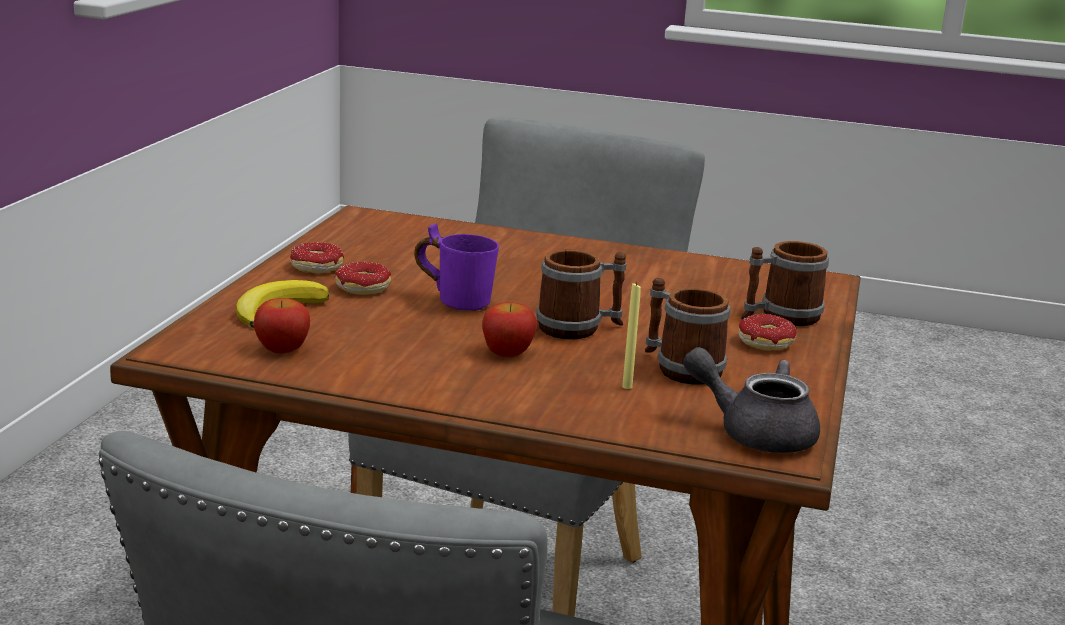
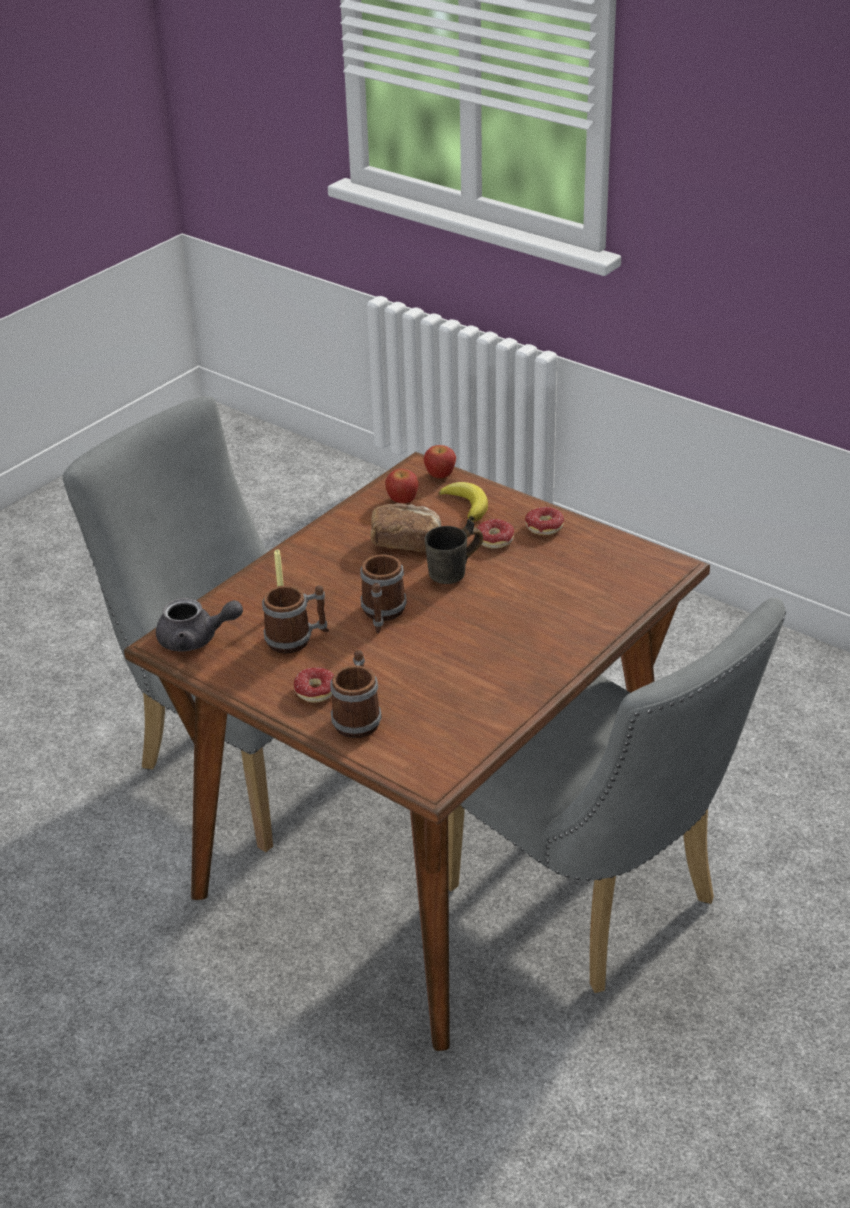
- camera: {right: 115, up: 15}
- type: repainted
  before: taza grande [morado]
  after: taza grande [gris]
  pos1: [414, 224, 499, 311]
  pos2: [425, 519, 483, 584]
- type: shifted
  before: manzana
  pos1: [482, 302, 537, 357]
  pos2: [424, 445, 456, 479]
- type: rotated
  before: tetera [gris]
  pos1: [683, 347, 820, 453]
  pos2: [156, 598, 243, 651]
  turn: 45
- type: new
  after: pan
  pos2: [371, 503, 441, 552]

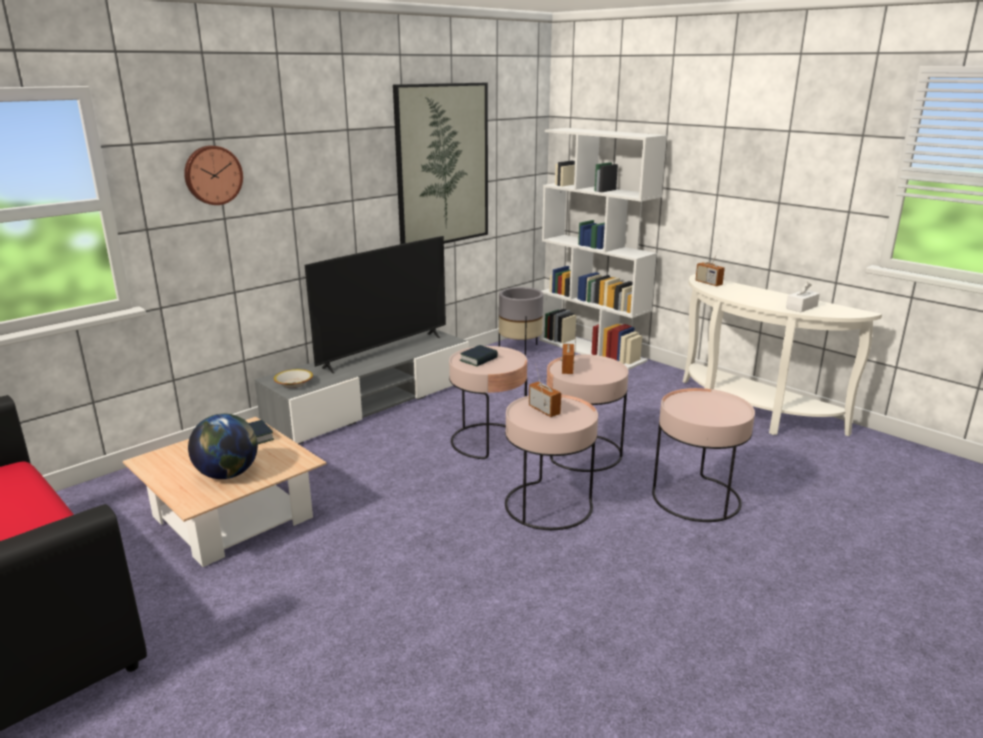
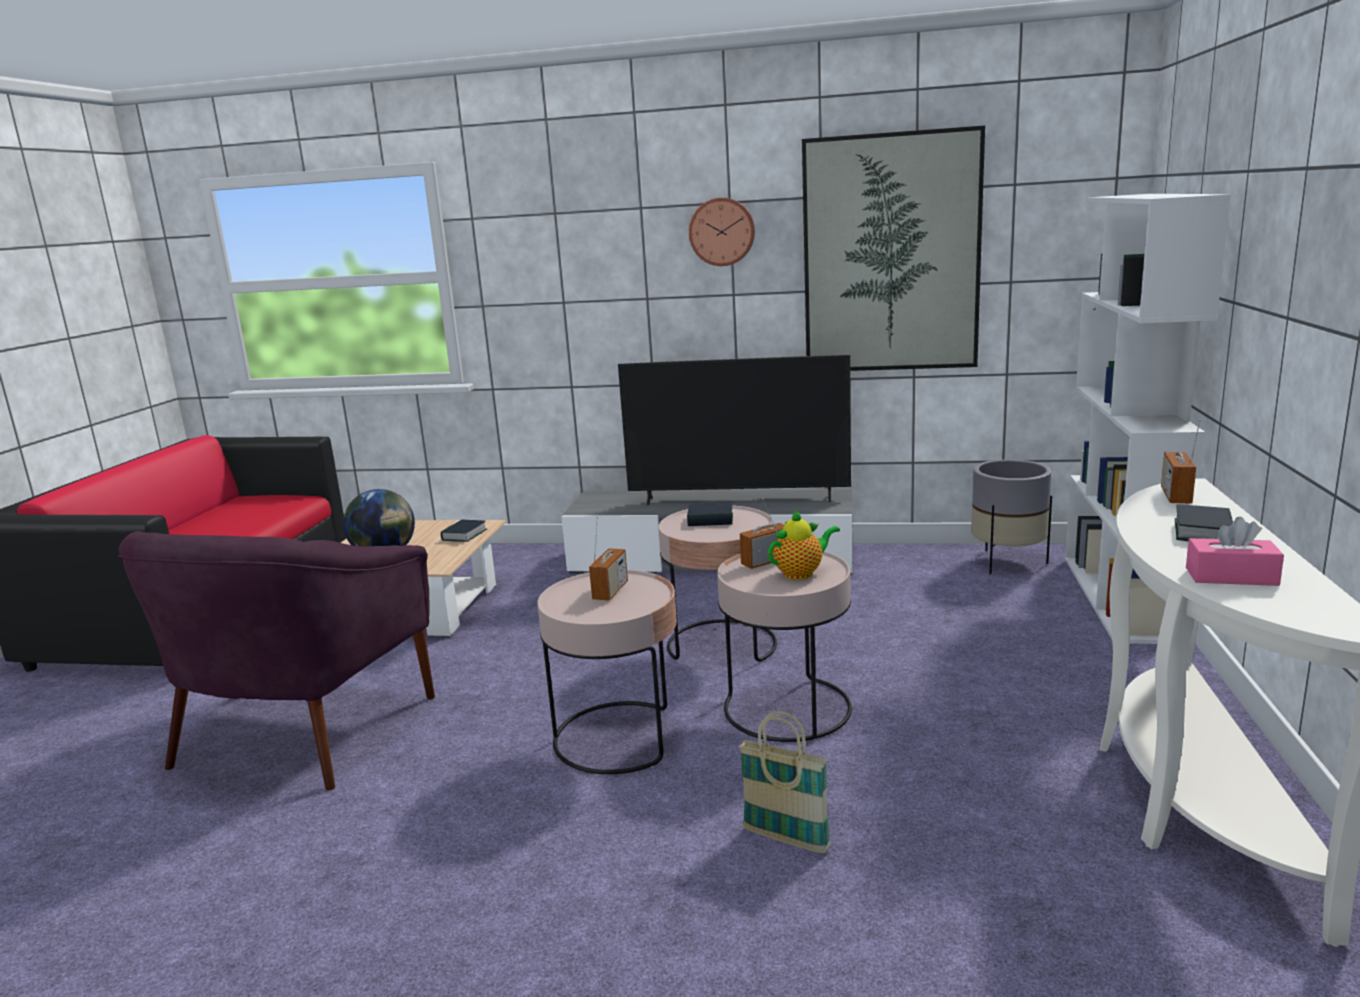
- camera: {right: 55, up: -5}
- type: shifted
  before: reloj de pared
  pos1: [184, 145, 243, 205]
  pos2: [689, 198, 755, 266]
- type: gone
  before: cuenco
  pos1: [274, 369, 313, 388]
- type: swapped
  before: mesa auxiliar [rosa]
  after: cesta
  pos1: [652, 388, 755, 522]
  pos2: [739, 711, 831, 853]
- type: repainted
  before: caja de pañuelos [blanco]
  after: caja de pañuelos [rosa]
  pos1: [786, 282, 820, 312]
  pos2: [1186, 517, 1284, 586]
- type: new
  after: sillón [morado]
  pos2: [118, 531, 435, 791]
- type: new
  after: tetera
  pos2: [768, 510, 840, 580]
- type: new
  after: libro
  pos2: [1175, 504, 1233, 541]

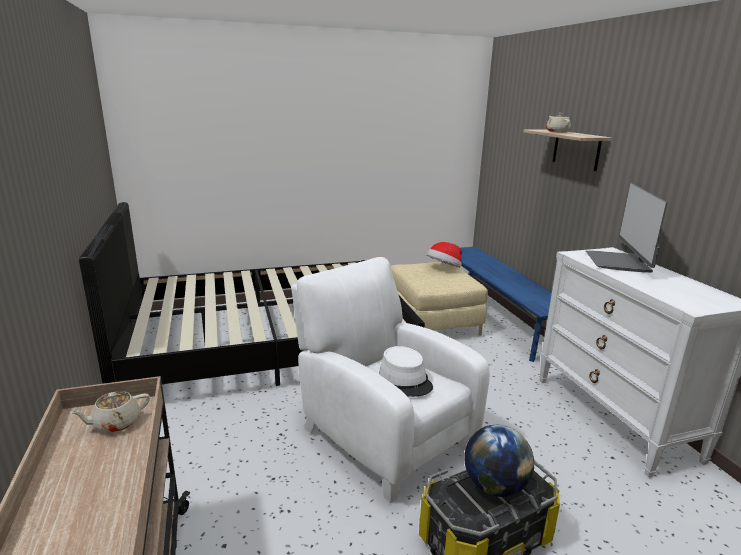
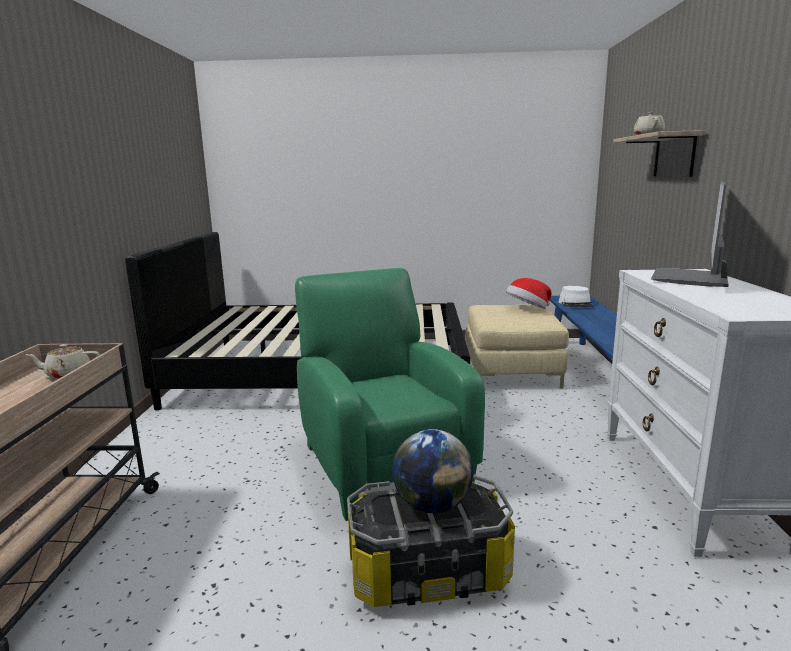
- camera: {right: 20, up: -5}
- type: repainted
  before: sillón [blanco]
  after: sillón [verde]
  pos1: [291, 257, 490, 503]
  pos2: [295, 268, 485, 521]
- type: shifted
  before: sombrero [blanco]
  pos1: [379, 346, 433, 397]
  pos2: [559, 286, 594, 307]

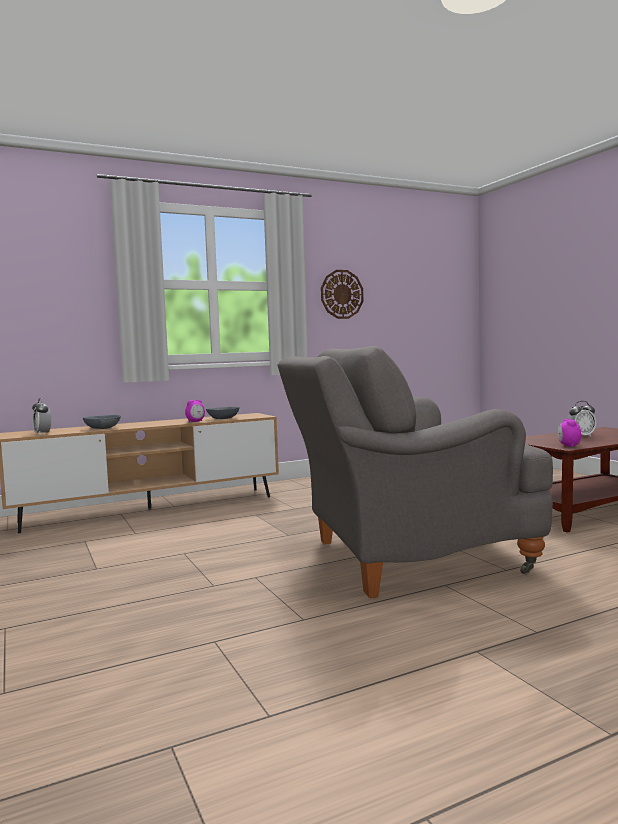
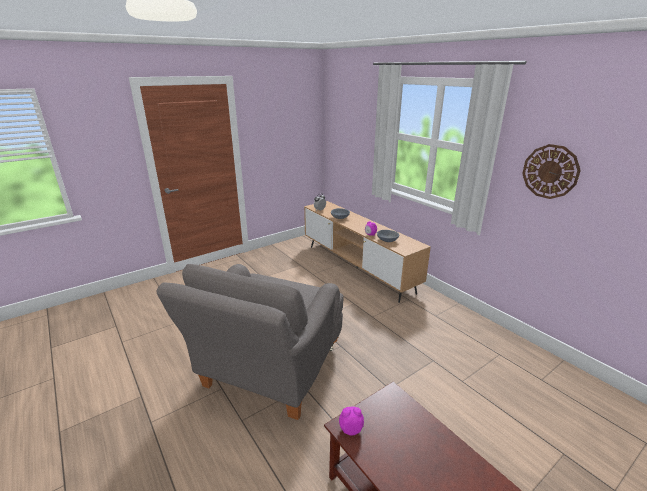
- camera: {right: 80, up: 20}
- type: rotated
  before: sillón [gris]
  pos1: [277, 346, 553, 598]
  pos2: [156, 264, 344, 420]
  turn: -135
- type: gone
  before: despertador
  pos1: [568, 401, 596, 437]

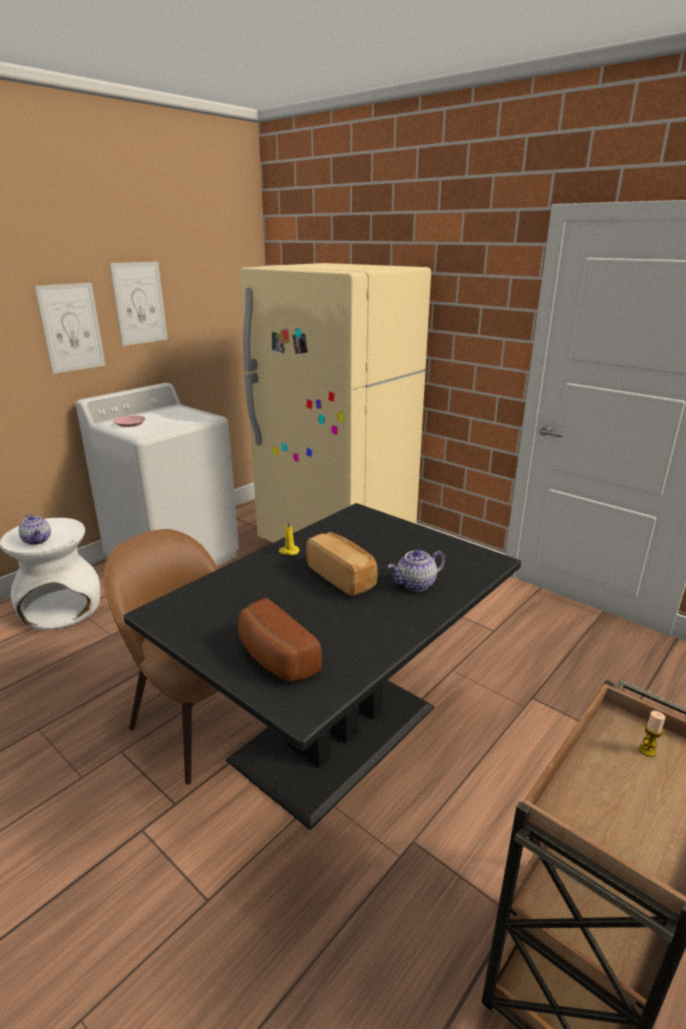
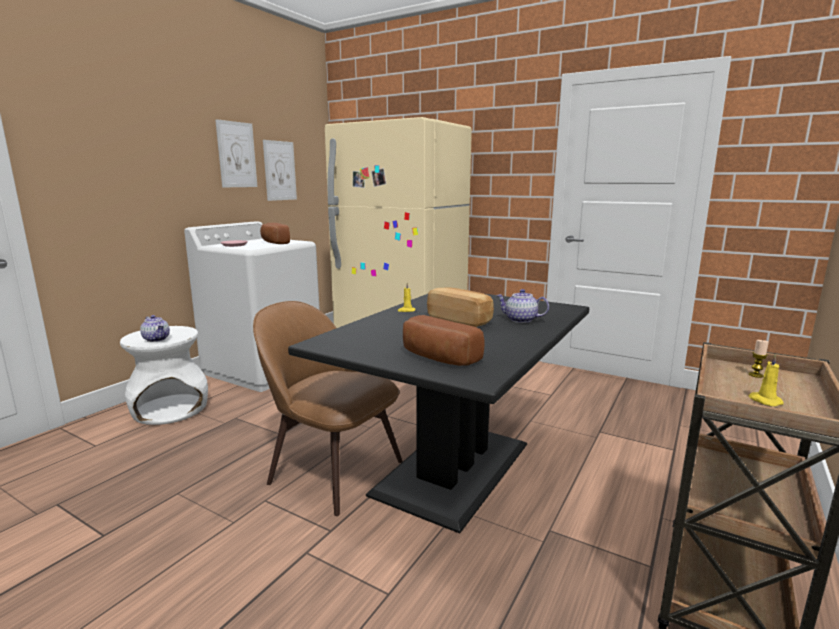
- camera: {right: -10, up: -10}
- type: shifted
  before: cuadro
  pos1: [34, 283, 105, 374]
  pos2: [263, 140, 297, 201]
- type: rotated
  before: tetera
  pos1: [388, 549, 445, 591]
  pos2: [496, 289, 549, 323]
  turn: 60
- type: new
  after: pan
  pos2: [260, 223, 290, 244]
- type: new
  after: vela [amarillo]
  pos2: [748, 354, 784, 406]

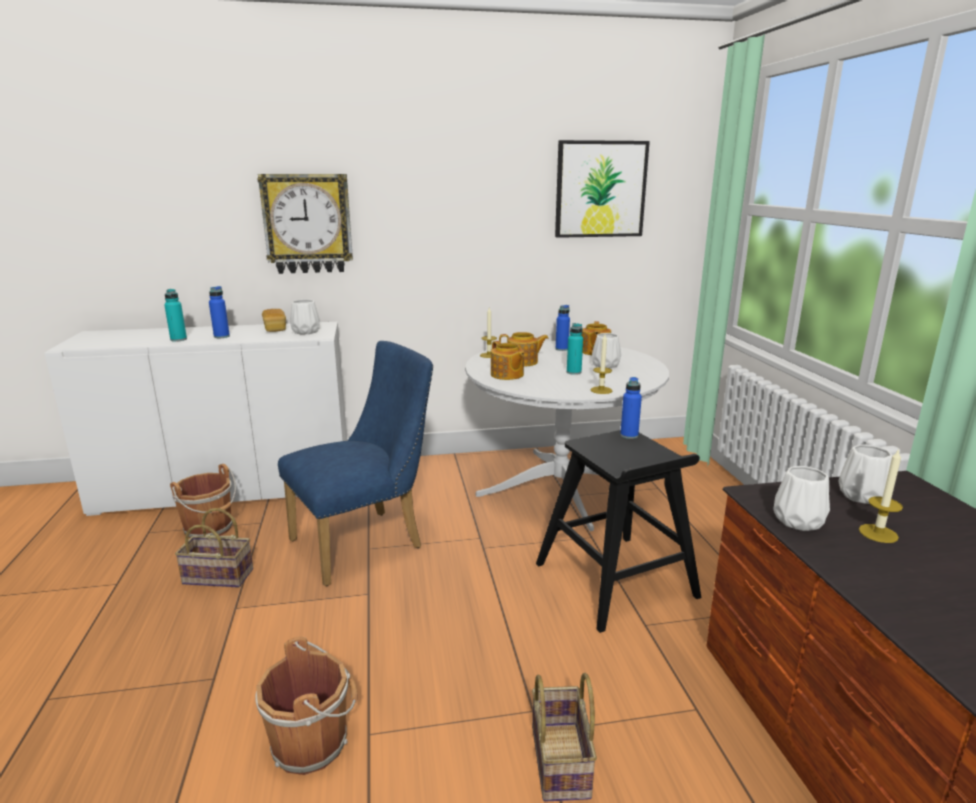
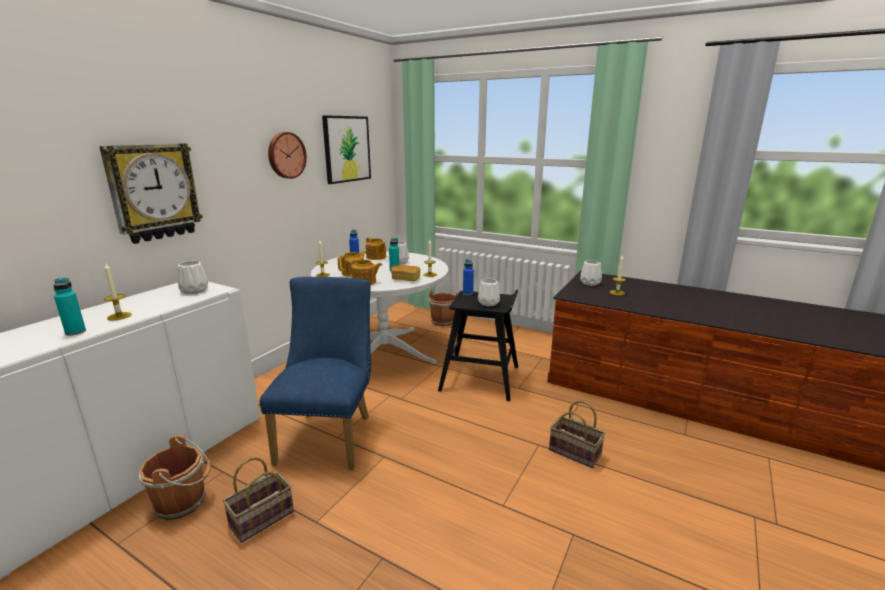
- camera: {right: -50, up: 0}
- type: swapped
  before: botella [azul]
  after: vela
  pos1: [209, 286, 230, 338]
  pos2: [104, 263, 132, 321]
- type: shifted
  before: cubo [marrón]
  pos1: [255, 637, 358, 775]
  pos2: [429, 290, 458, 326]
- type: shifted
  before: pan
  pos1: [262, 309, 286, 332]
  pos2: [391, 265, 420, 281]
- type: shifted
  before: florero [blanco]
  pos1: [773, 466, 830, 531]
  pos2: [478, 279, 500, 306]
- type: new
  after: reloj de pared
  pos2: [268, 132, 307, 179]

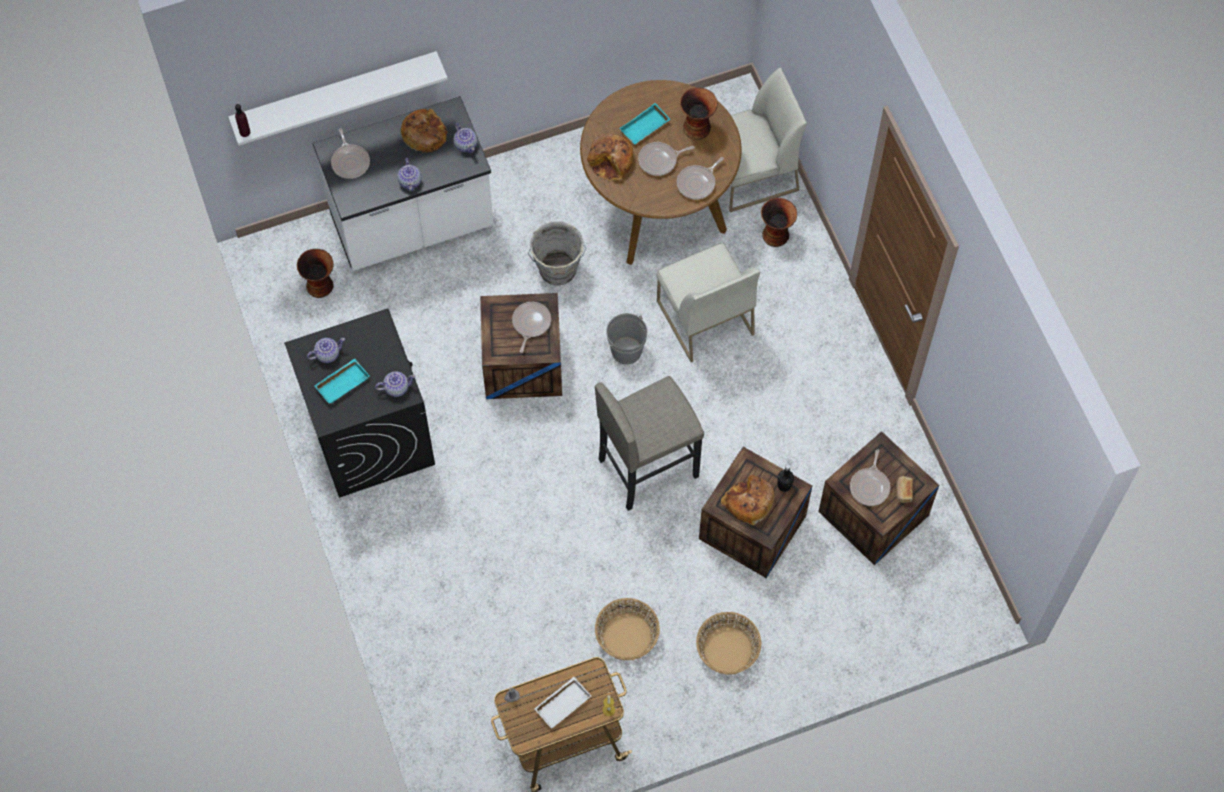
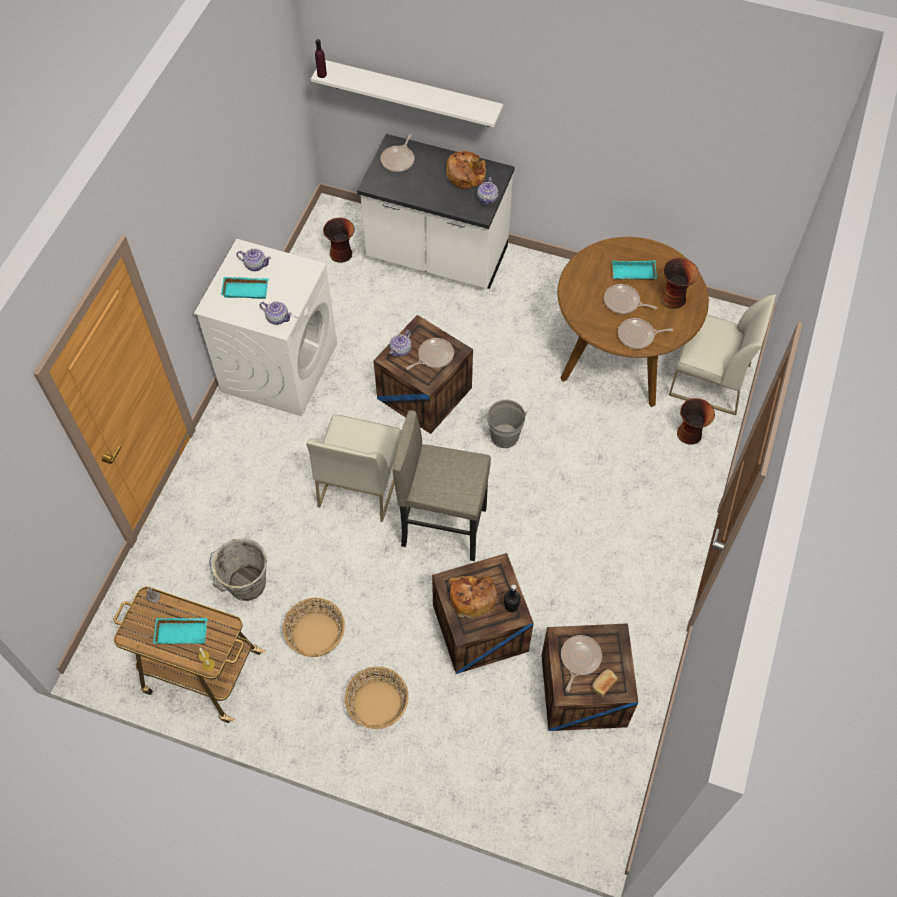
- camera: {right: 40, up: -5}
- type: repainted
  before: lavadora [negro]
  after: lavadora [blanco]
  pos1: [284, 309, 435, 498]
  pos2: [194, 239, 337, 416]
- type: shifted
  before: tetera
  pos1: [397, 158, 421, 192]
  pos2: [389, 330, 411, 357]
- type: shifted
  before: cubo [gris]
  pos1: [528, 221, 586, 286]
  pos2: [209, 538, 267, 601]
- type: repainted
  before: bandeja [blanco]
  after: bandeja [turquesa]
  pos1: [534, 677, 591, 728]
  pos2: [153, 618, 208, 644]
- type: gone
  before: pan
  pos1: [587, 133, 634, 181]
- type: shifted
  before: silla [blanco]
  pos1: [656, 243, 760, 362]
  pos2: [306, 414, 401, 522]
- type: rotated
  before: sartén
  pos1: [850, 449, 890, 506]
  pos2: [561, 635, 602, 692]
  turn: 150

